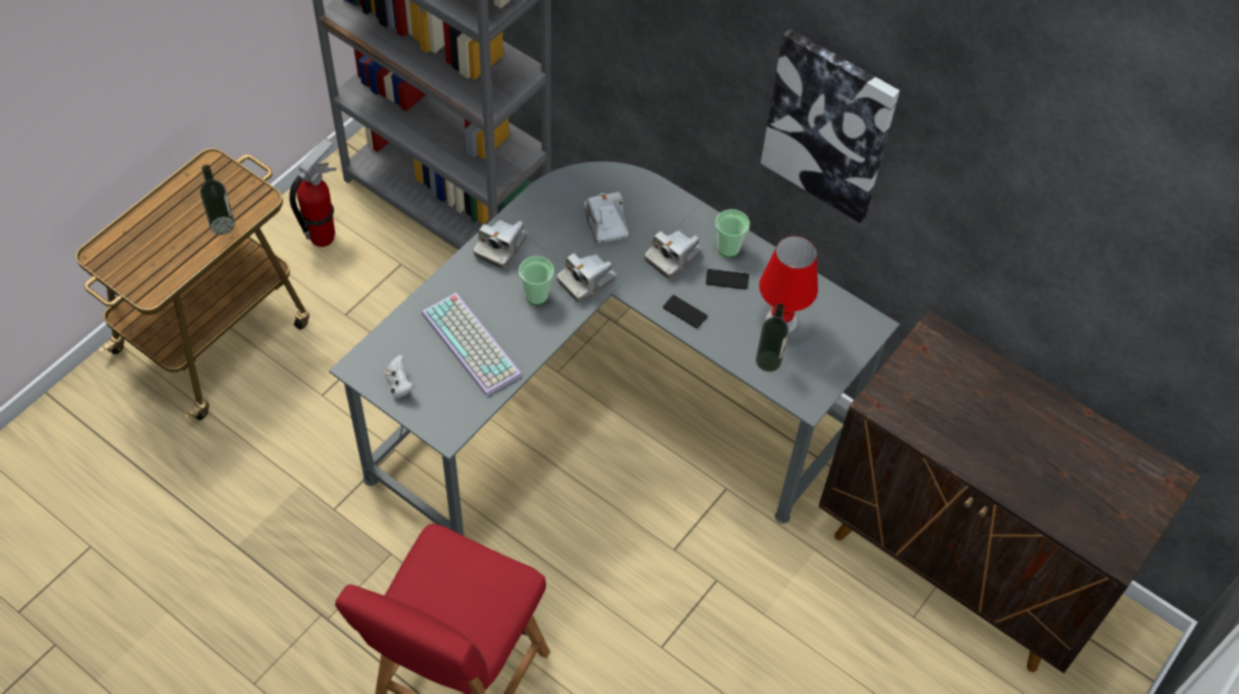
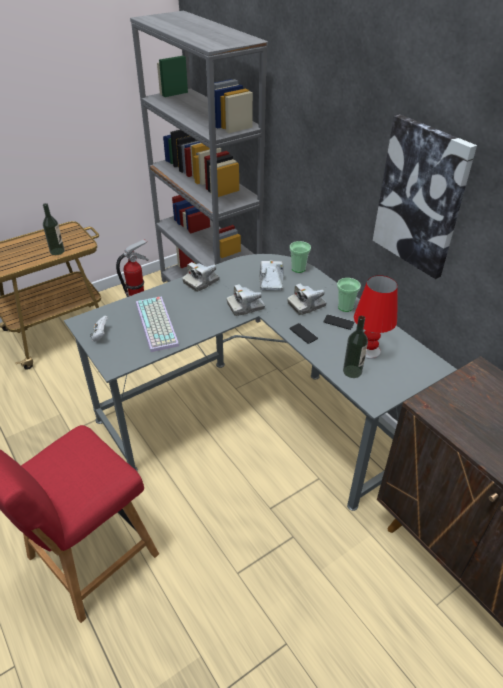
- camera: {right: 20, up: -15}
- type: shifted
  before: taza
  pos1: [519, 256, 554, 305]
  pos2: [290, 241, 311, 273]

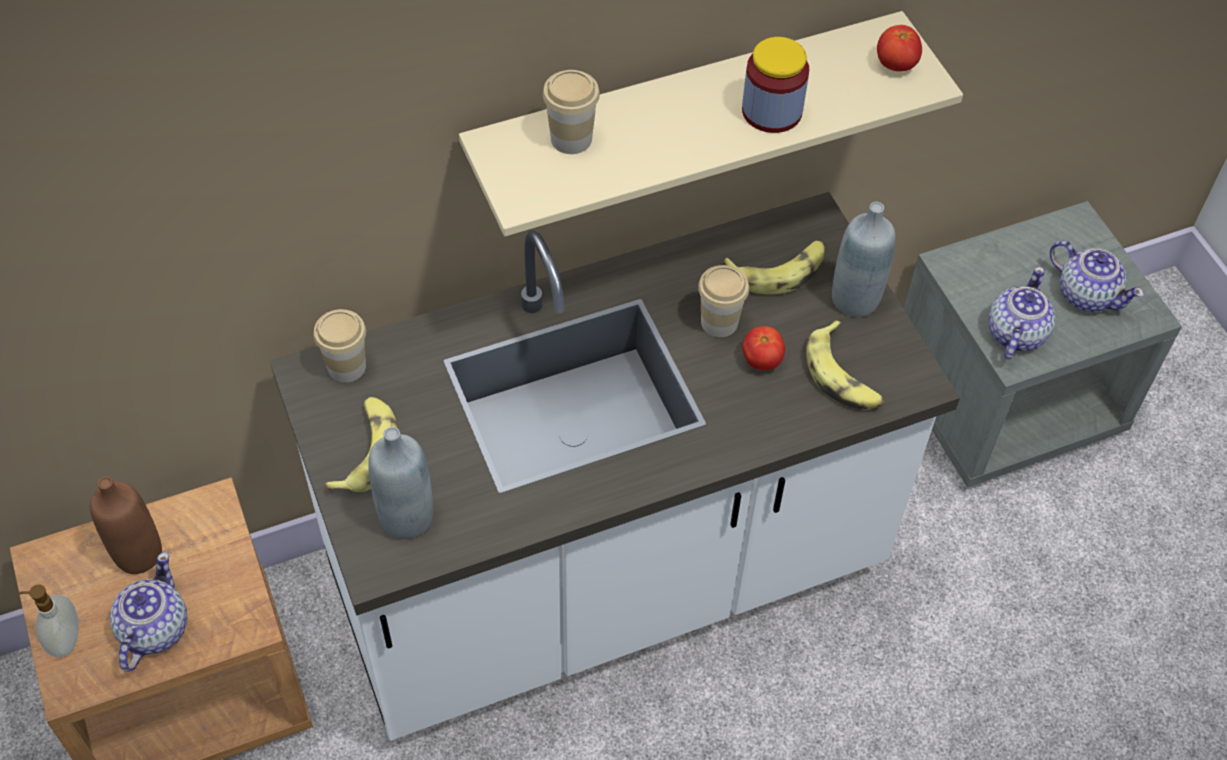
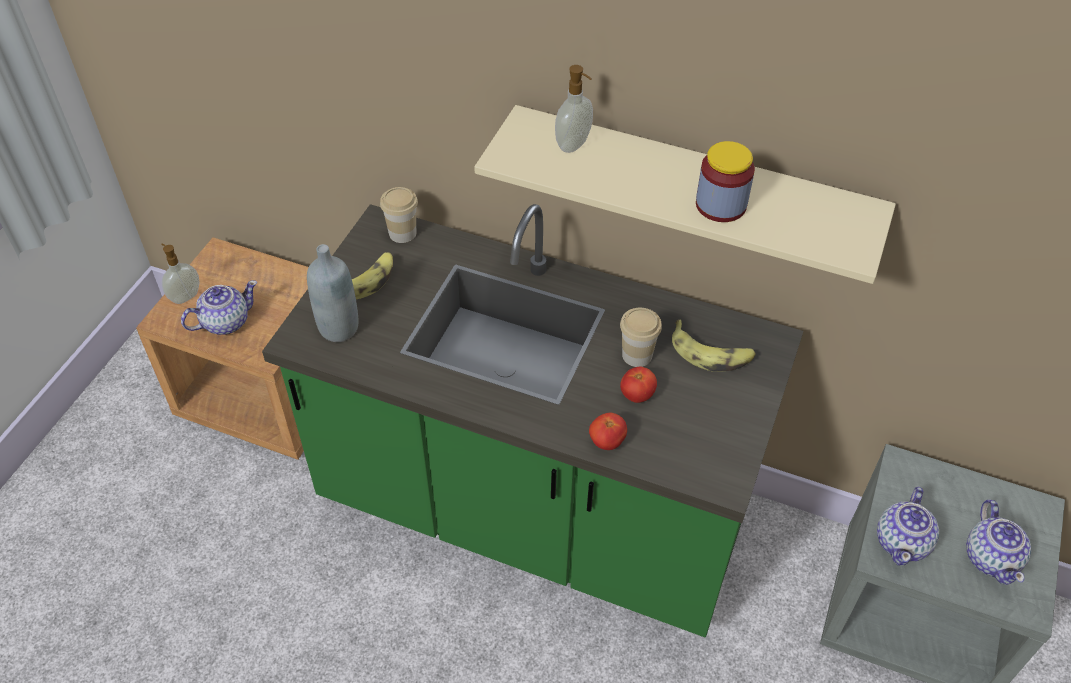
- camera: {right: 45, up: -5}
- type: gone
  before: botella [marrón]
  pos1: [90, 476, 162, 574]
- type: repainted
  before: mueble bajo de cocina [blanco]
  after: mueble bajo de cocina [verde]
  pos1: [270, 192, 960, 741]
  pos2: [262, 204, 803, 637]
- type: swapped
  before: taza
  after: dispensador de jabón
  pos1: [543, 70, 600, 154]
  pos2: [555, 65, 593, 153]
- type: gone
  before: plátano
  pos1: [806, 320, 884, 409]
- type: gone
  before: botella [gris]
  pos1: [832, 202, 896, 317]
- type: shifted
  before: tomate
  pos1: [877, 25, 922, 72]
  pos2: [589, 412, 627, 450]
- type: rotated
  before: tetera
  pos1: [988, 266, 1056, 360]
  pos2: [877, 487, 939, 566]
  turn: 135

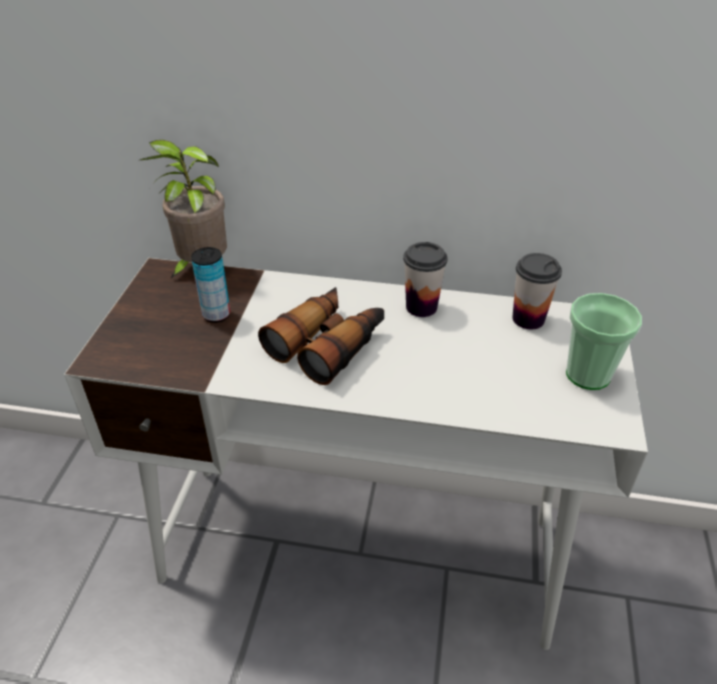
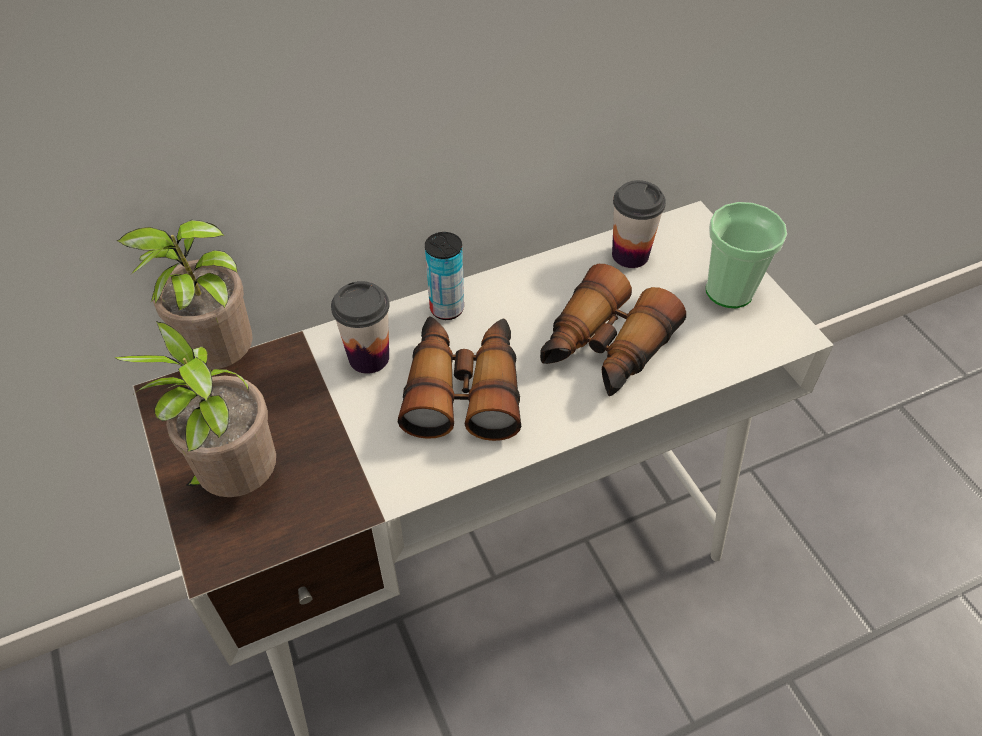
- camera: {right: -35, up: 10}
- type: shifted
  before: lata
  pos1: [191, 247, 230, 323]
  pos2: [425, 232, 464, 320]
- type: shifted
  before: taza
  pos1: [403, 242, 447, 317]
  pos2: [331, 281, 389, 374]
- type: new
  after: planta en maceta
  pos2: [115, 321, 276, 497]
- type: new
  after: prismáticos
  pos2: [540, 264, 686, 396]

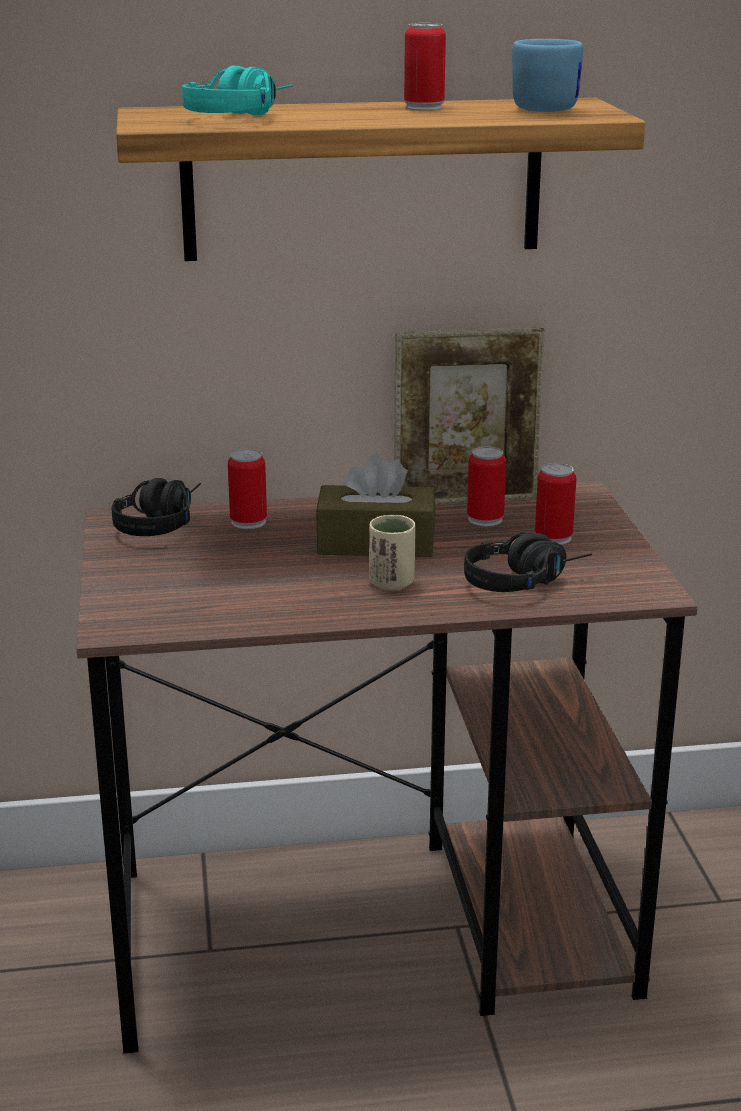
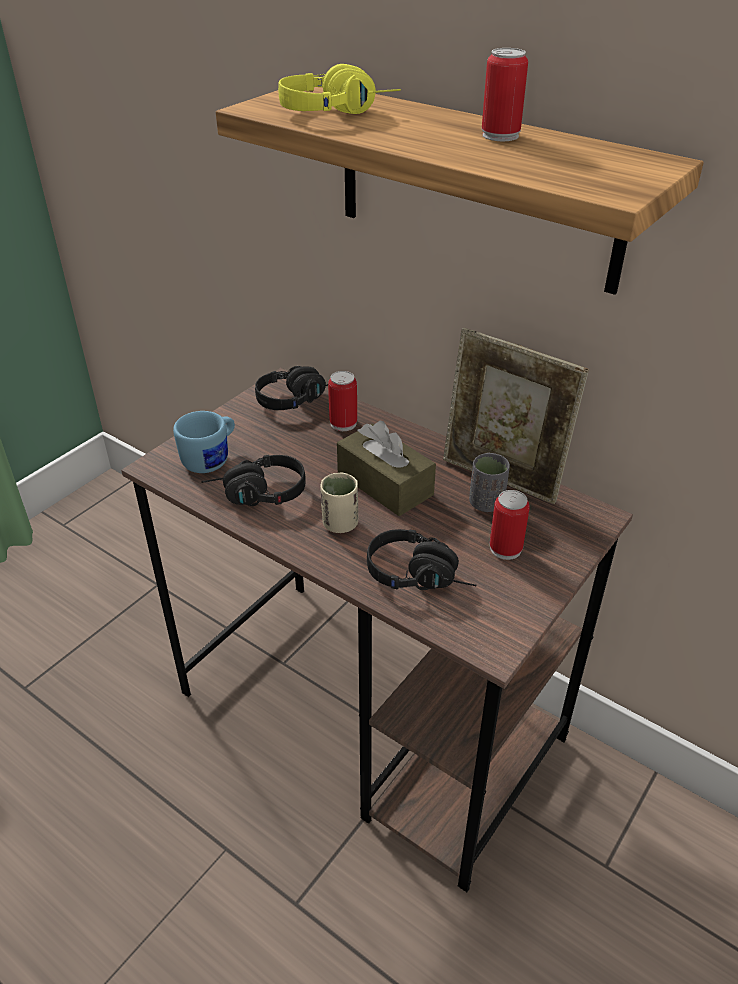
- camera: {right: 45, up: 15}
- type: repainted
  before: auriculares [turquesa]
  after: auriculares [amarillo]
  pos1: [182, 66, 293, 115]
  pos2: [278, 64, 401, 114]
- type: swapped
  before: lata
  after: taza [gris]
  pos1: [467, 447, 506, 526]
  pos2: [469, 453, 510, 512]
- type: shifted
  before: taza grande [azul]
  pos1: [512, 39, 583, 112]
  pos2: [173, 411, 235, 473]
- type: new
  after: auriculares [negro]
  pos2: [201, 455, 306, 506]

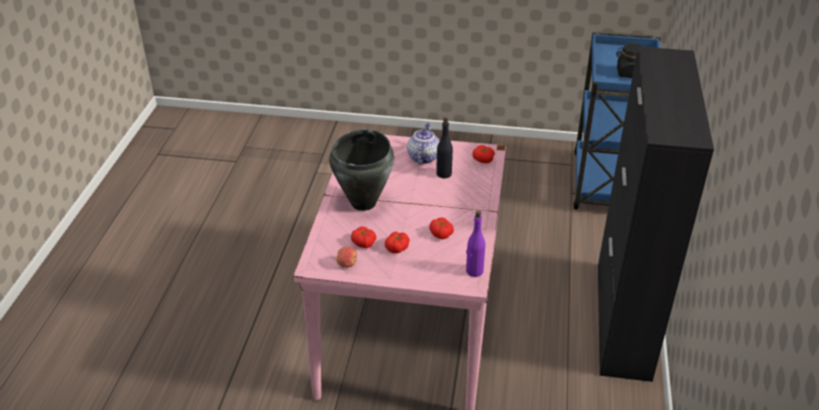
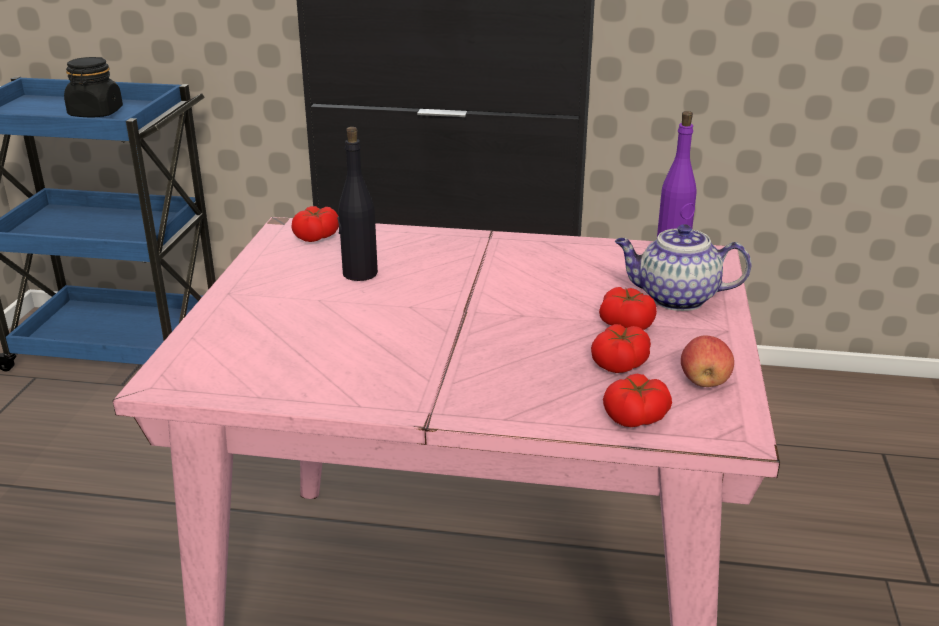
- camera: {right: -90, up: -10}
- type: gone
  before: olla [negro]
  pos1: [329, 129, 394, 211]
- type: shifted
  before: tetera
  pos1: [407, 123, 439, 164]
  pos2: [615, 224, 751, 311]
- type: shifted
  before: tomate
  pos1: [429, 217, 454, 239]
  pos2: [603, 374, 672, 427]

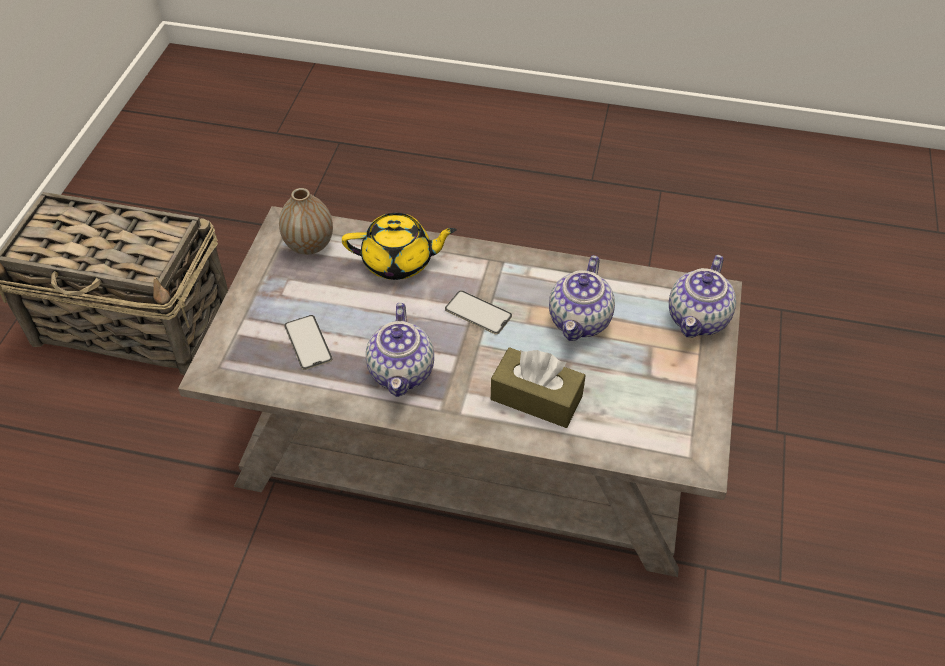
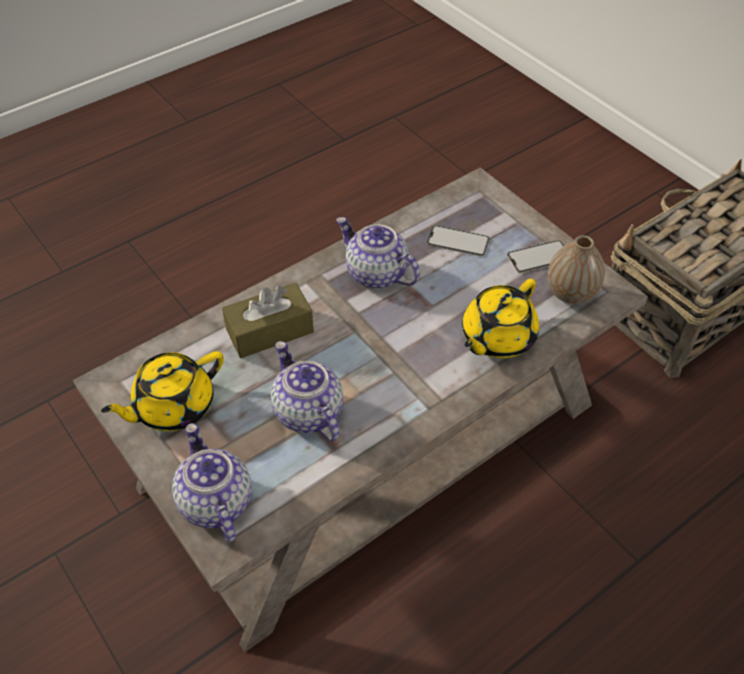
- camera: {right: 130, up: 0}
- type: shifted
  before: móvil
  pos1: [445, 290, 512, 335]
  pos2: [507, 240, 564, 273]
- type: new
  after: tetera [amarillo]
  pos2: [101, 351, 224, 431]

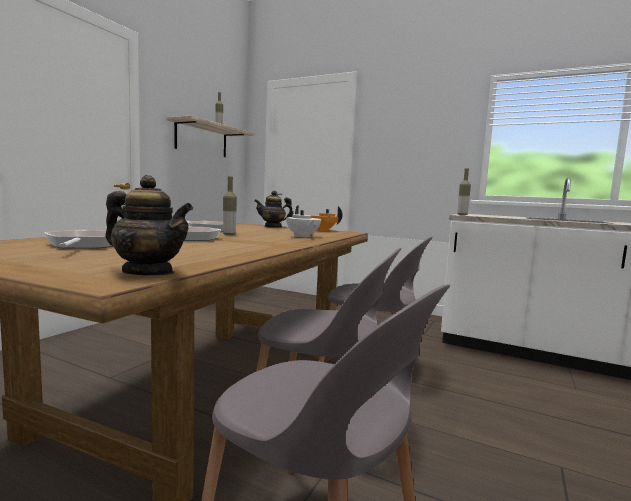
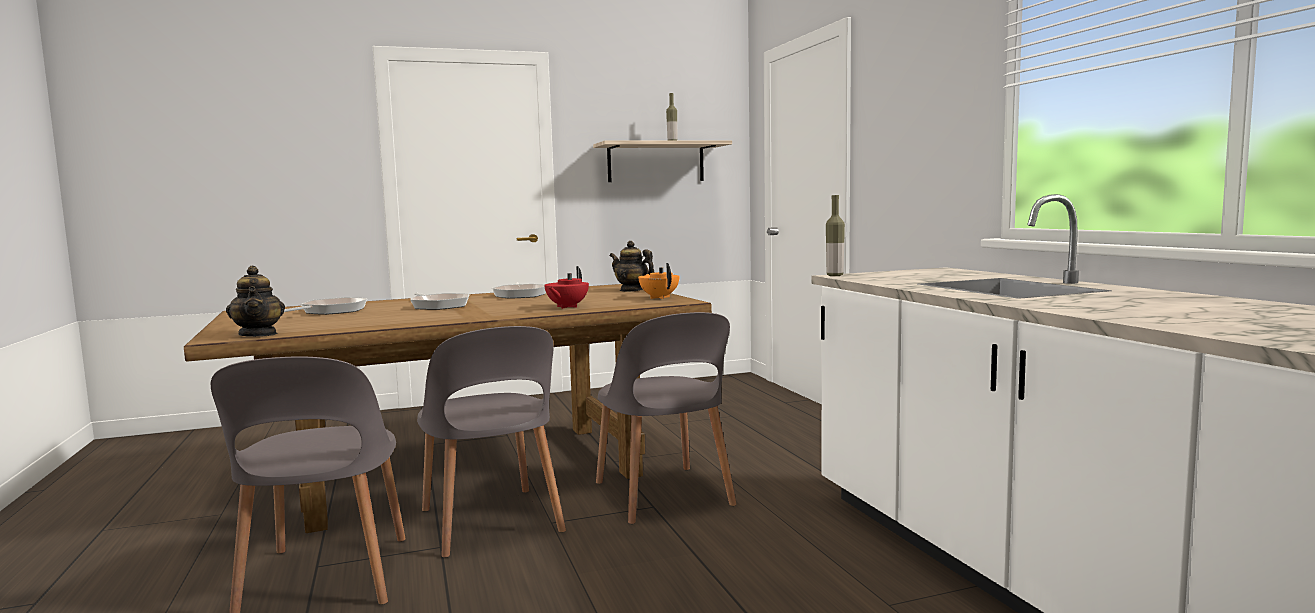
- camera: {right: 45, up: 0}
- type: gone
  before: botella
  pos1: [223, 176, 237, 235]
- type: repainted
  before: tetera [blanco]
  after: tetera [rojo]
  pos1: [286, 205, 321, 238]
  pos2: [544, 266, 589, 309]

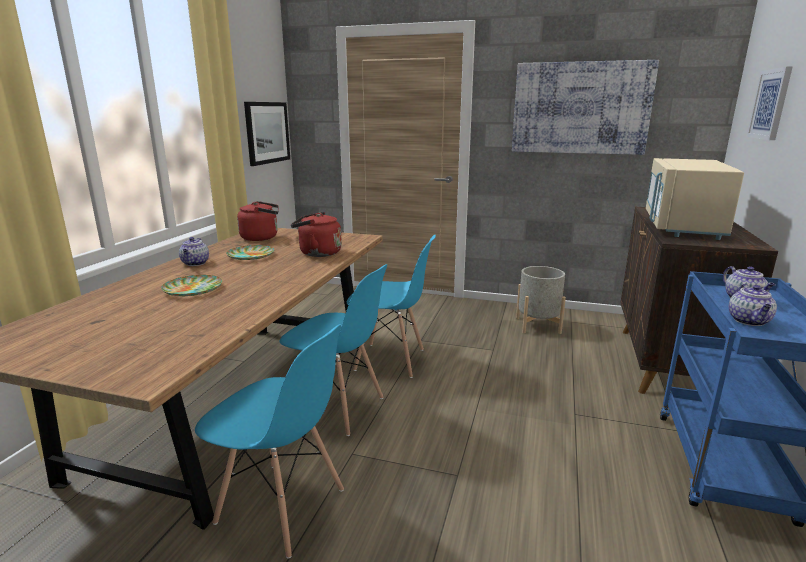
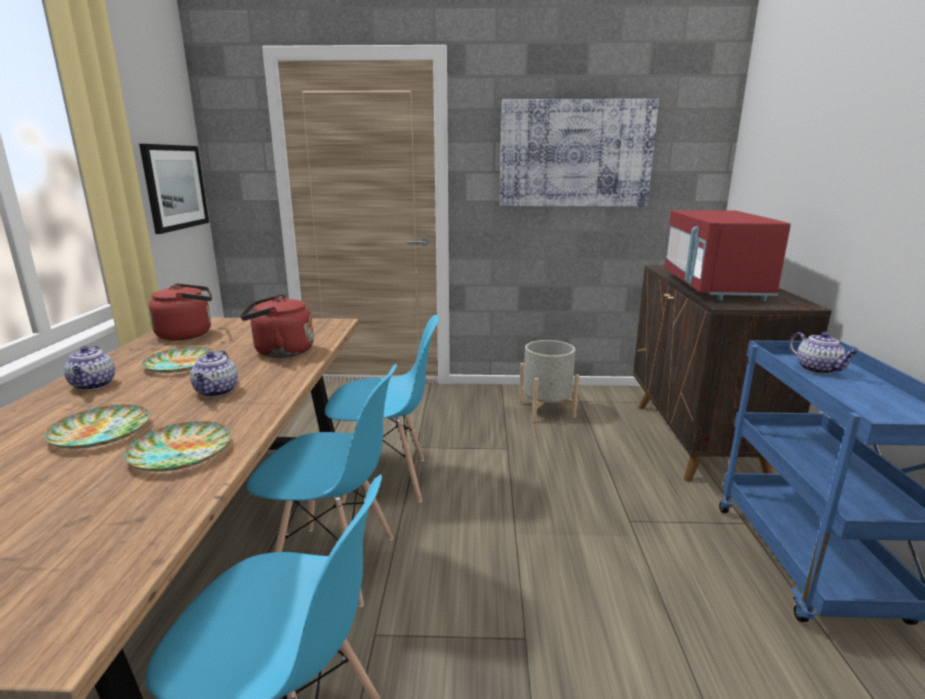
- camera: {right: -15, up: 0}
- type: repainted
  before: microondas [beis]
  after: microondas [rojo]
  pos1: [646, 158, 744, 240]
  pos2: [664, 210, 791, 301]
- type: shifted
  before: tetera
  pos1: [729, 284, 777, 326]
  pos2: [190, 350, 238, 397]
- type: gone
  before: cuadro
  pos1: [747, 66, 793, 140]
- type: new
  after: plato
  pos2: [124, 421, 231, 472]

